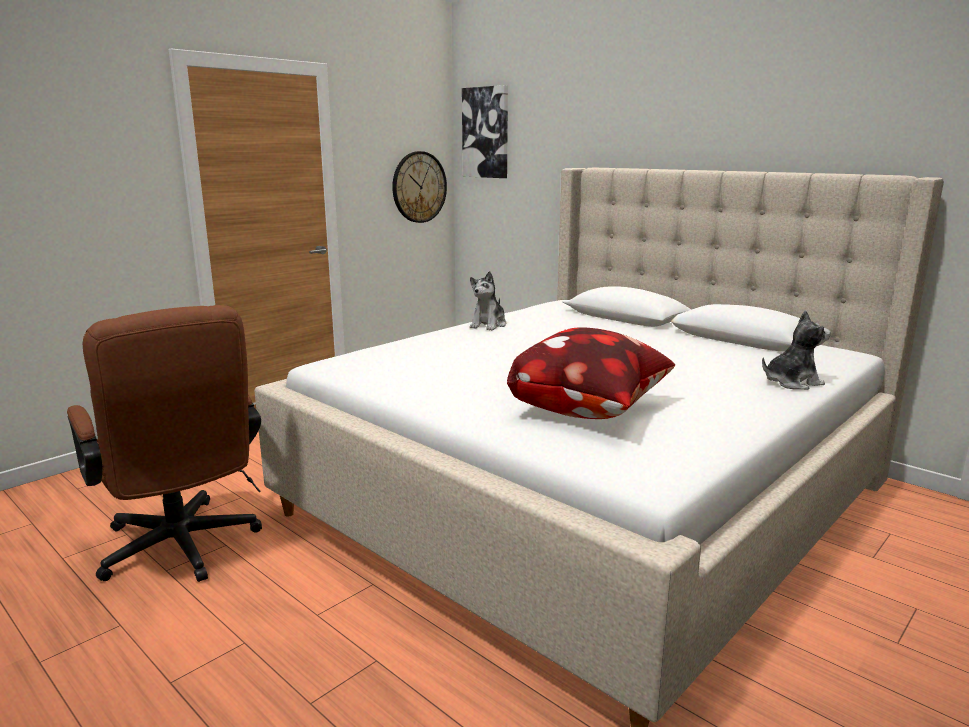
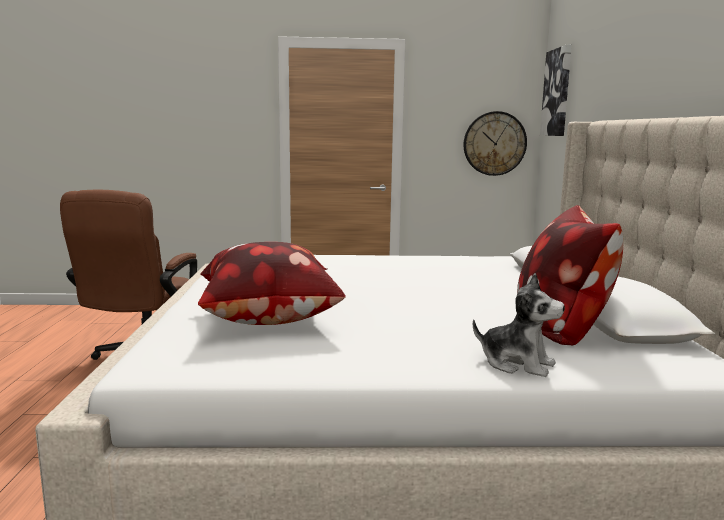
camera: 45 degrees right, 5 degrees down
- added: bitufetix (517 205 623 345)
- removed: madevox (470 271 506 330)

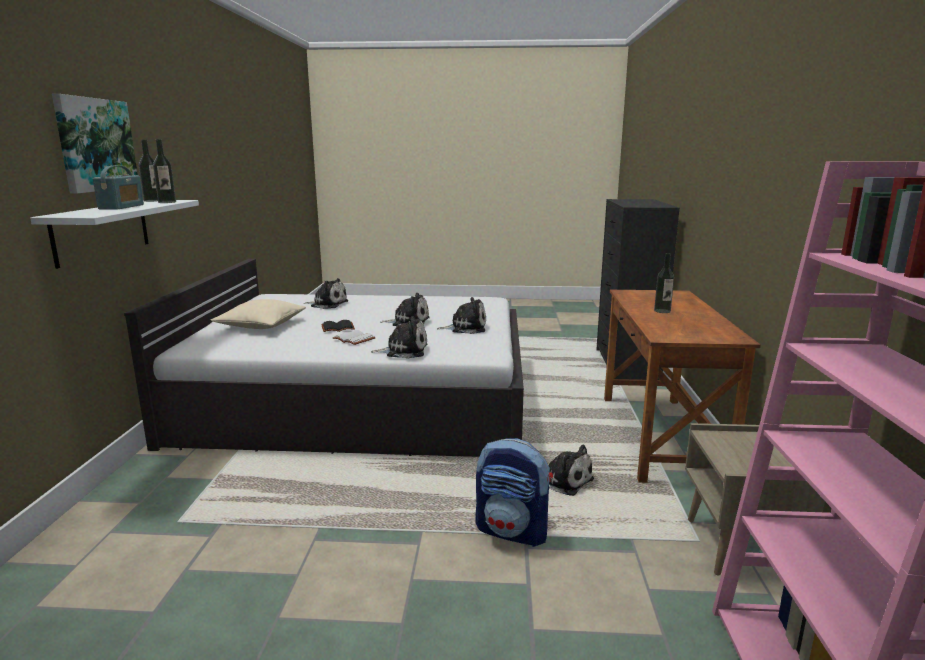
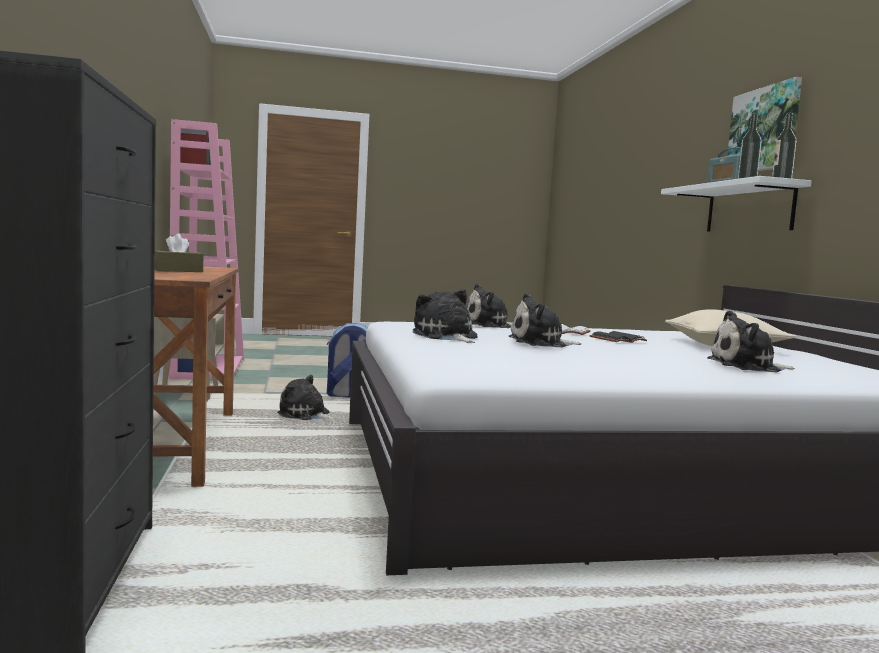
camera: 165 degrees right, 10 degrees down
- replaced: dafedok (654 253 674 313) to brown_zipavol (155 234 203 272)
- turned: madevox (437 297 486 334) = (413 289 478 343) 75 degrees clockwise

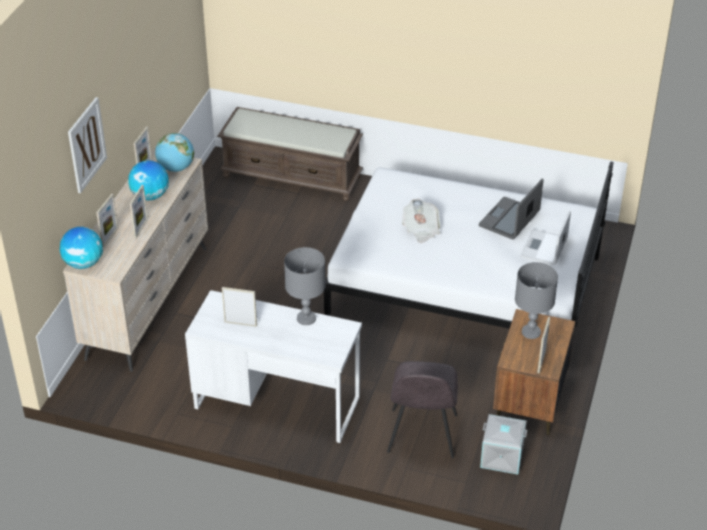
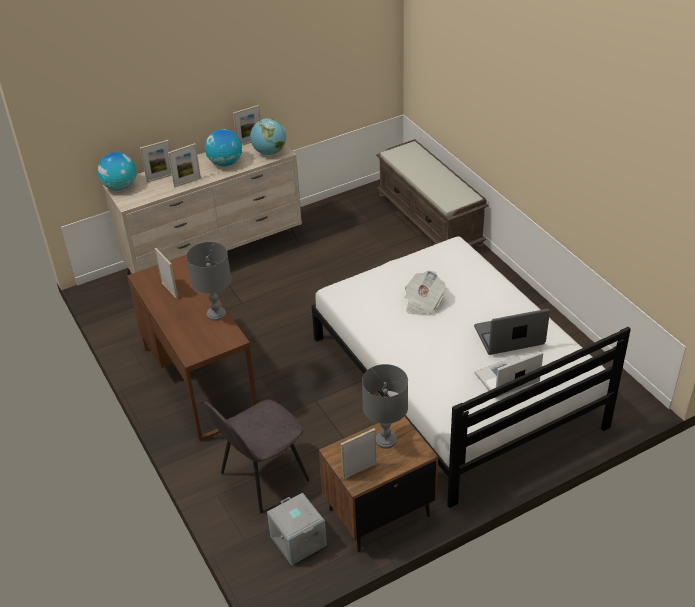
camera: 45 degrees right, 0 degrees up
- recoloured: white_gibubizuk (185 290 362 443) to brown_gibubizuk (127 255 257 441)
- removed: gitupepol (68 97 107 193)

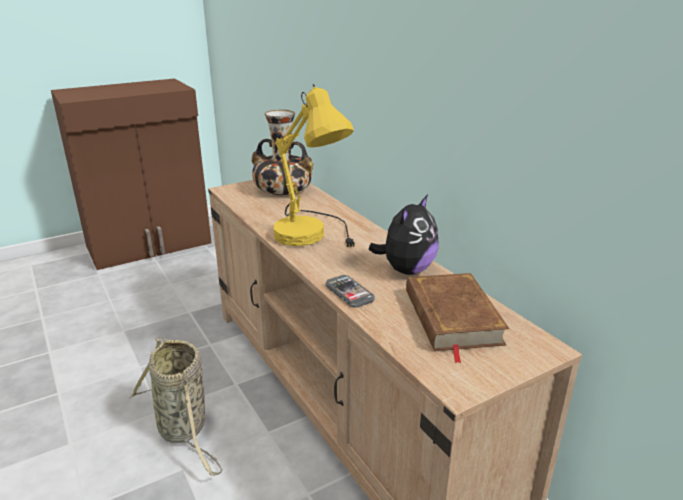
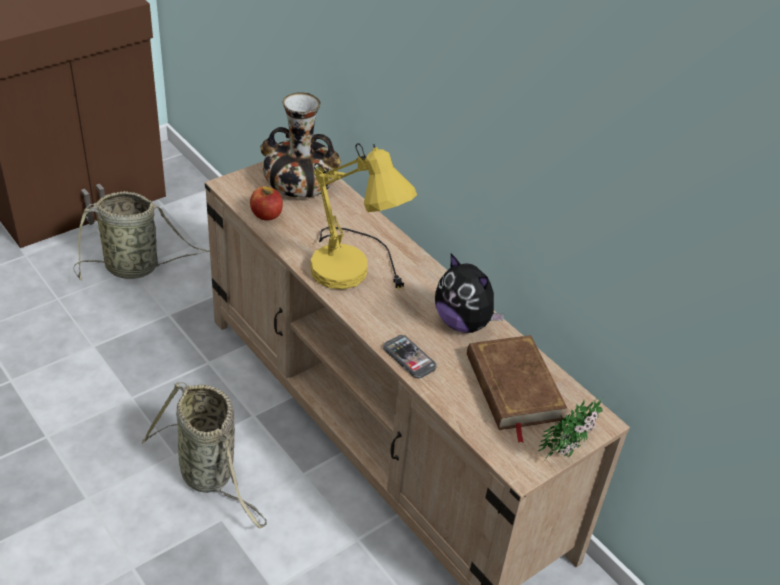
camera: 10 degrees left, 15 degrees up
- added: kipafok (73 191 210 281)
- added: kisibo (250 186 283 221)
- turned: madevox (368 194 439 275) = (435 254 505 333) 105 degrees clockwise
- added: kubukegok (539 397 603 462)

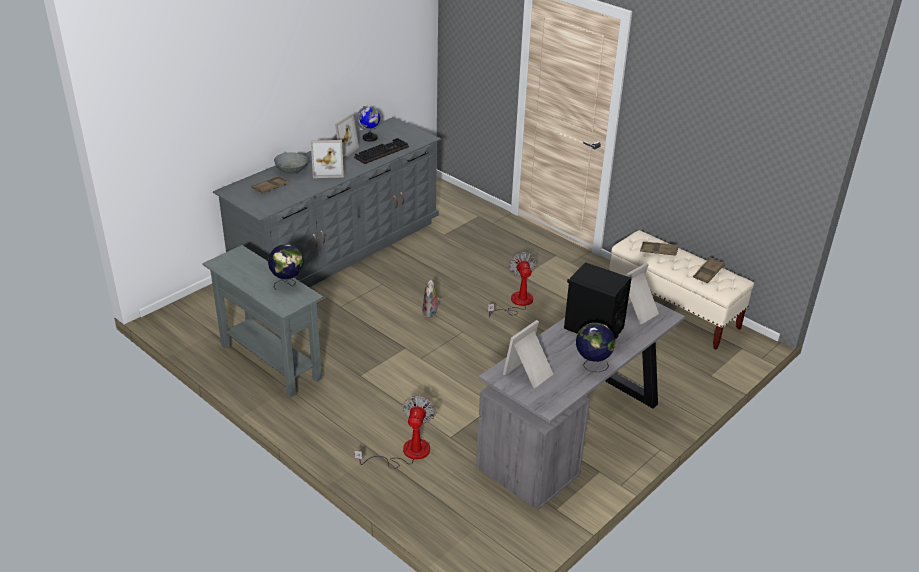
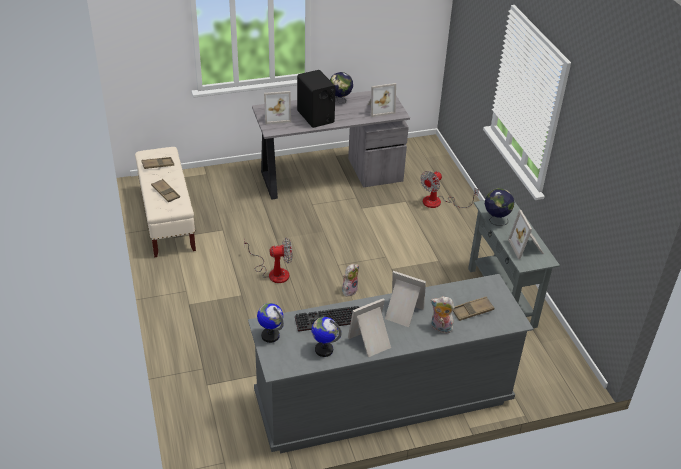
camera: 150 degrees left, 5 degrees up
- turned: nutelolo (488 252 536 318) = (244 238 292 283) 120 degrees counterclockwise
- added: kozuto (257 303 284 343)
- replaced: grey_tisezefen (274 152 308 174) to madevox (431 296 455 333)
- added: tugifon (508 210 544 259)

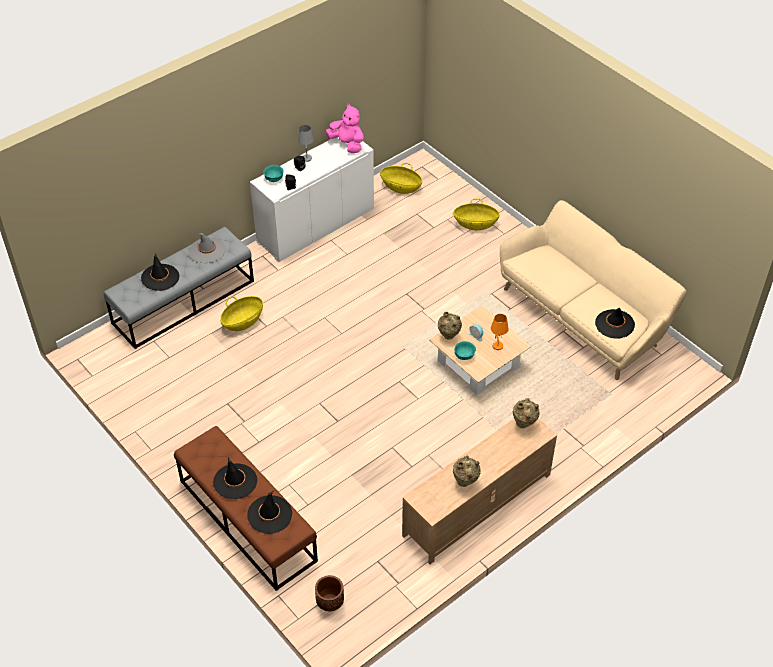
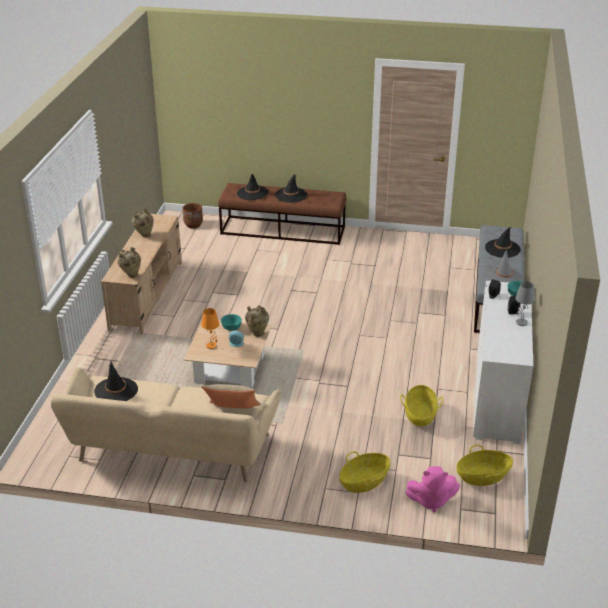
camera: 140 degrees right, 15 degrees down
- added: beige_bitufetix (201 384 261 409)
- moved: kipafok (220 296 263 331) to (400 385 443 426)
- moved: pink_madevox (326 104 364 153) to (405 466 460 512)

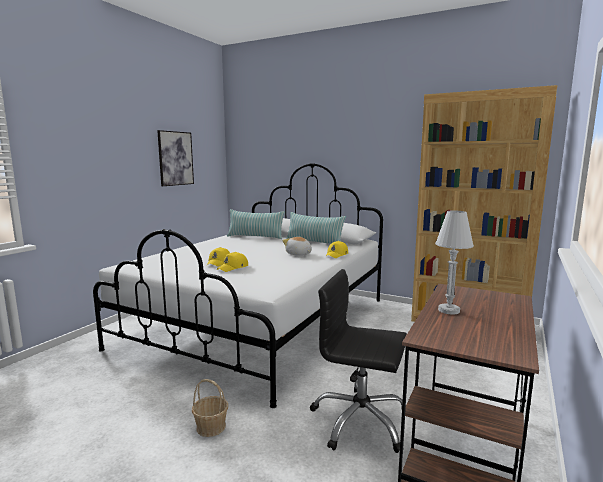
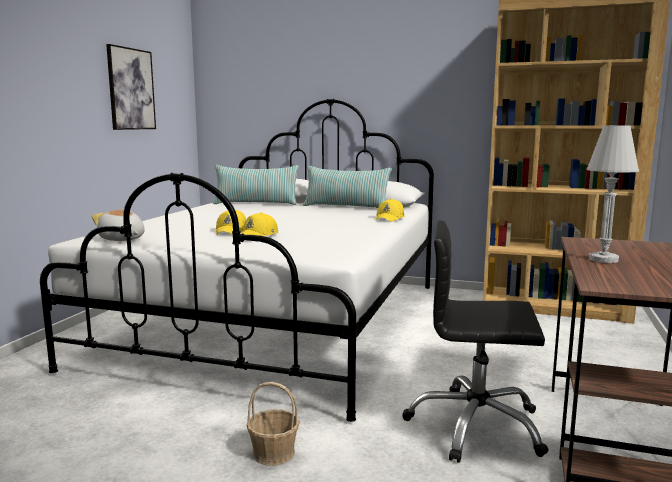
camera: 10 degrees left, 0 degrees up
- moved: madevox (283 237 312 256) to (91 210 145 241)

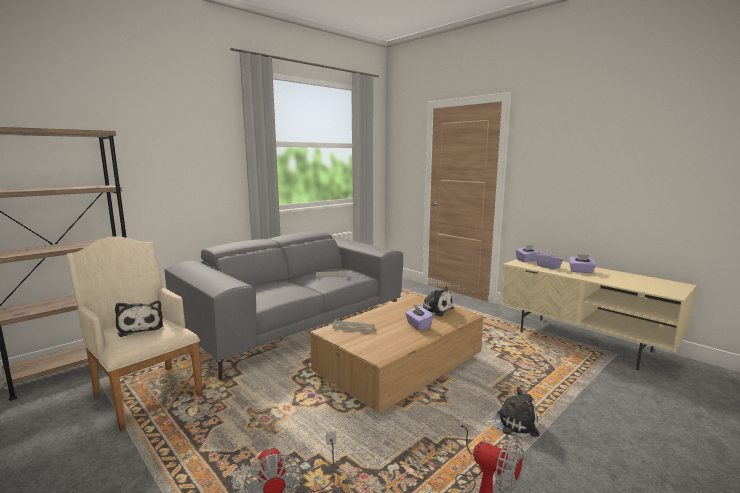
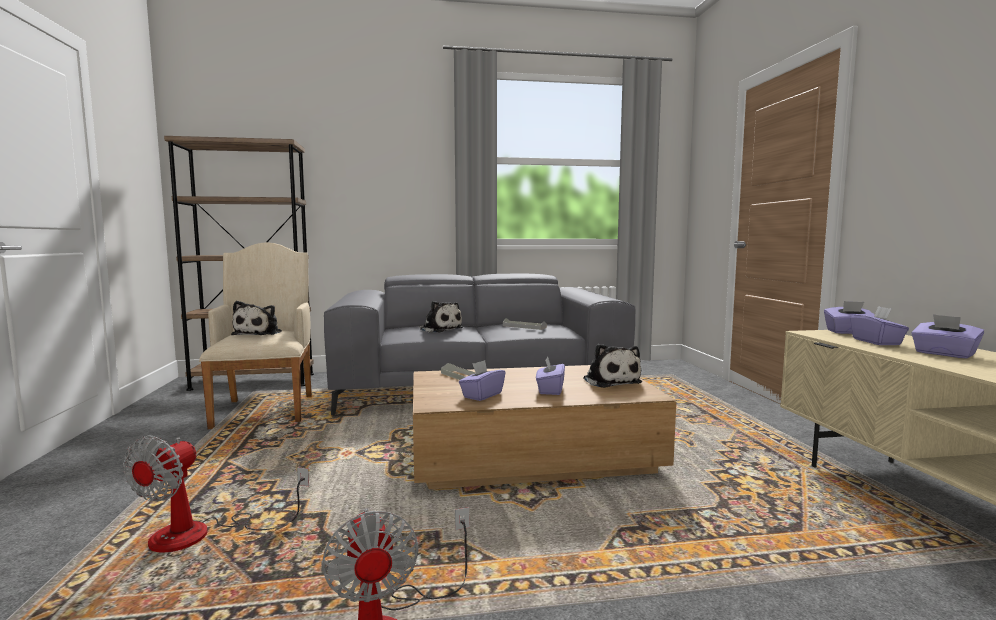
camera: 35 degrees right, 5 degrees down
- moved: madevox (484 387 540 437) to (419 301 463 333)
- added: purple_zipavol (459 360 505 401)

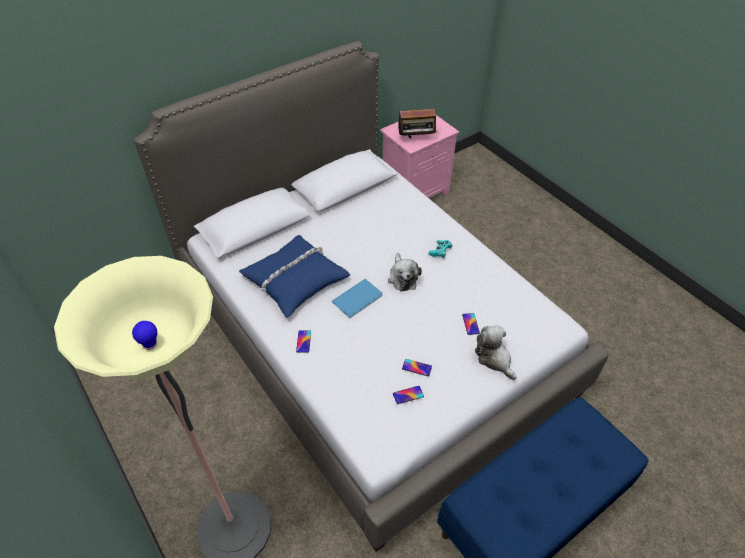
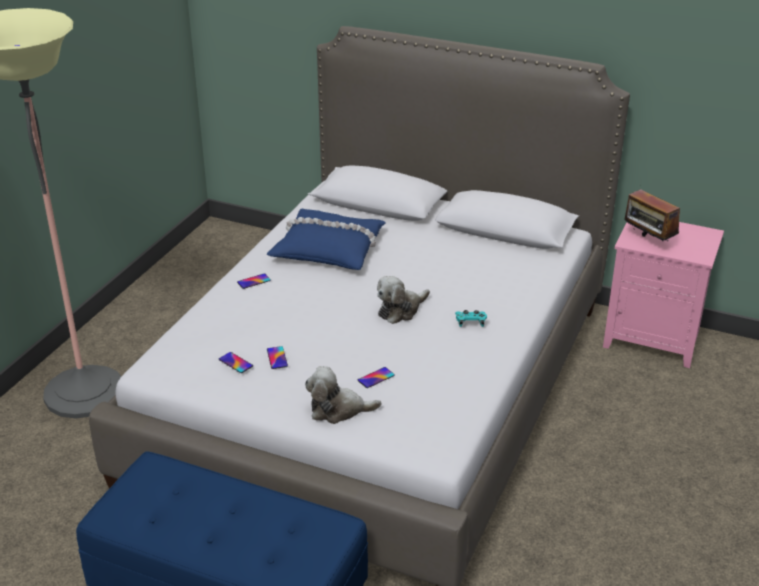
camera: 60 degrees right, 15 degrees down
- turned: madevox (475 325 517 380) = (305 366 381 424) 120 degrees counterclockwise
- removed: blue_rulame (332 279 383 318)

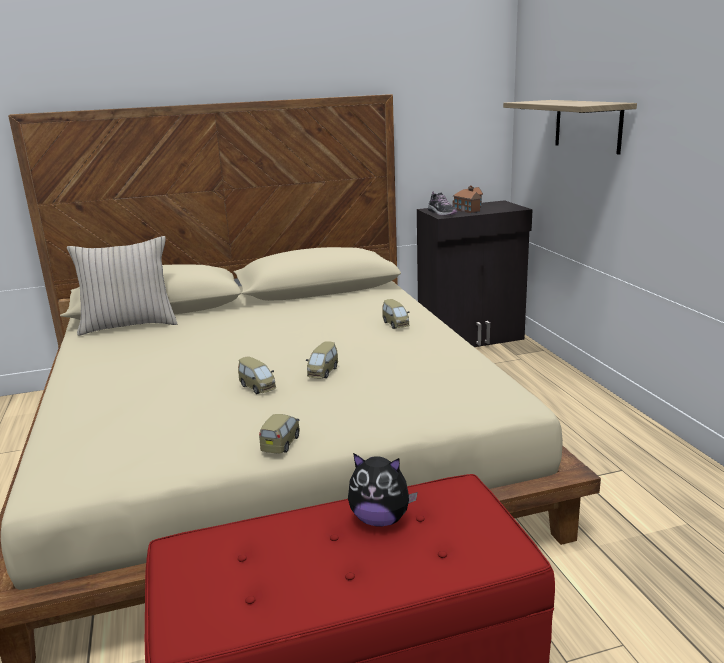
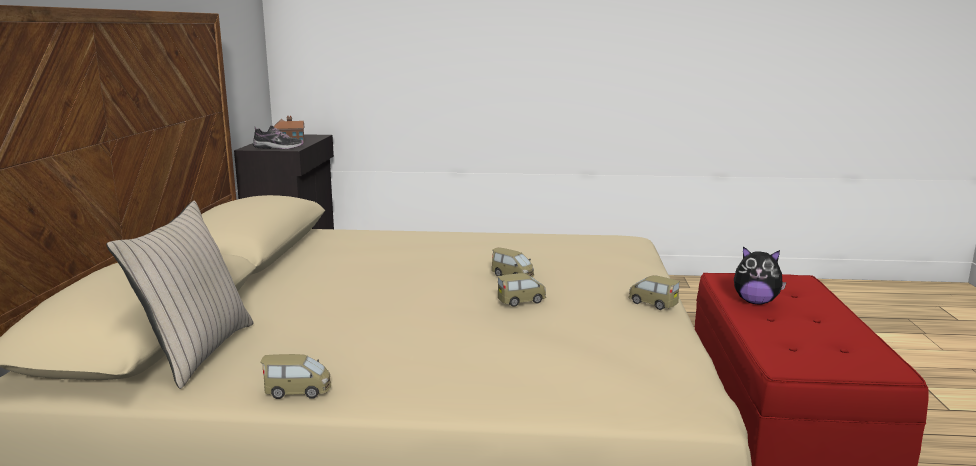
camera: 70 degrees left, 5 degrees down
- moved: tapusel (382 299 410 329) to (260 354 331 399)
- turned: madevox (348 453 418 527) = (734 246 787 305) 75 degrees clockwise
- removed: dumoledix (503 100 637 155)

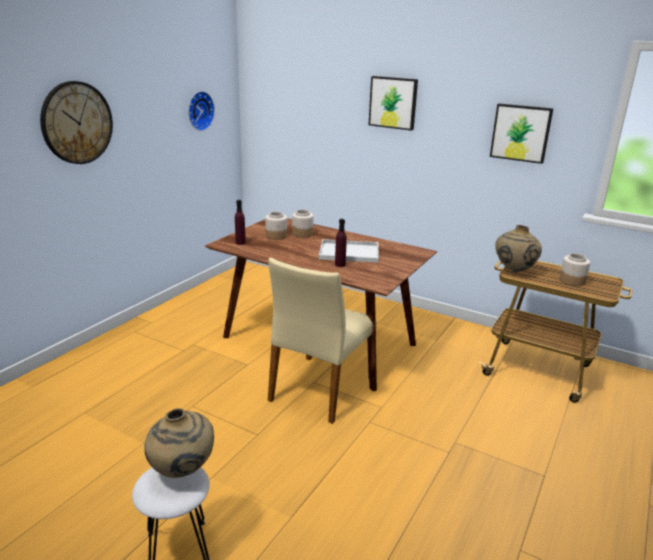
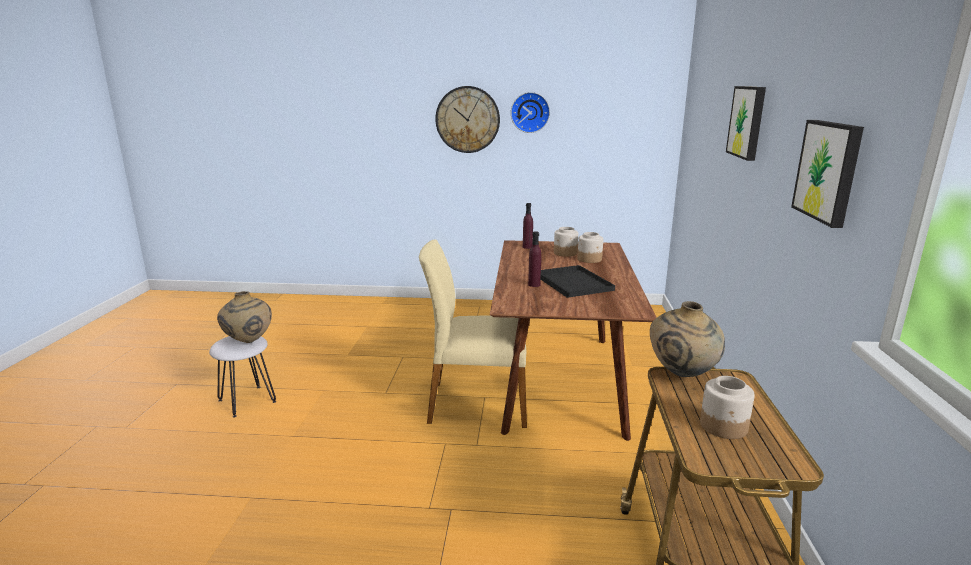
camera: 65 degrees right, 5 degrees down
- moved: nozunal (188 91 215 131) to (511 92 550 133)
- recoloured: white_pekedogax (319 239 379 263) to black_pekedogax (541 265 615 298)

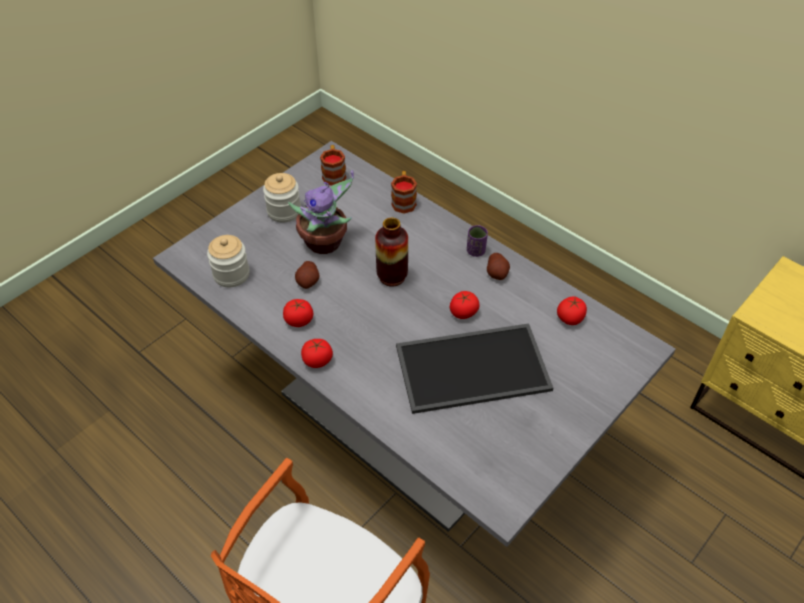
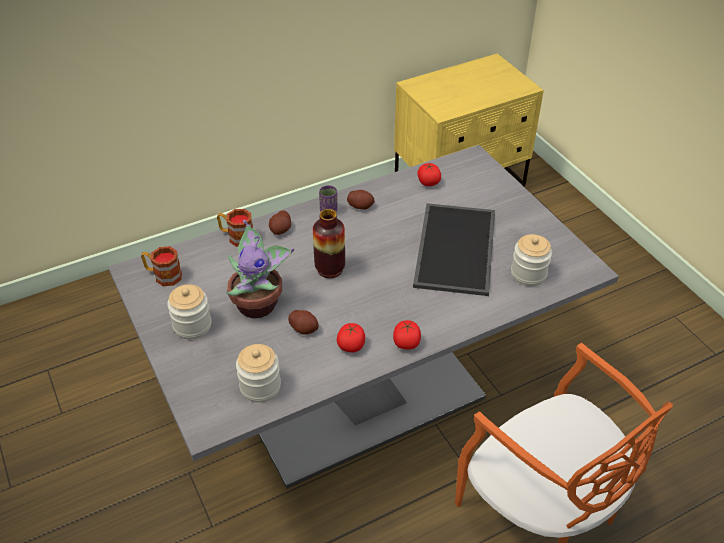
camera: 70 degrees left, 5 degrees down
- added: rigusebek (269 211 291 235)
- added: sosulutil (511 234 552 286)
- removed: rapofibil (450 291 480 319)

